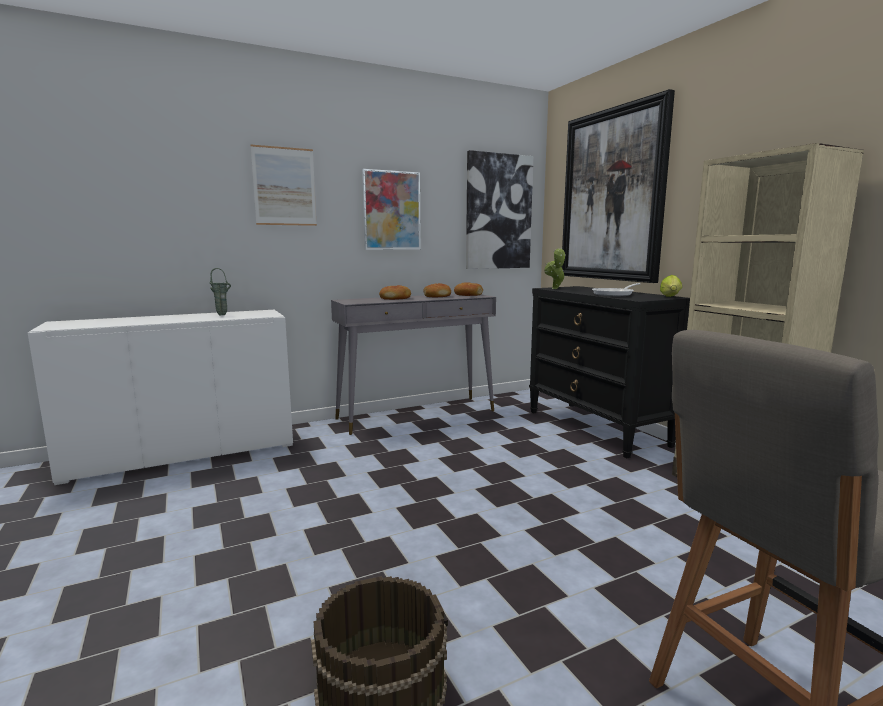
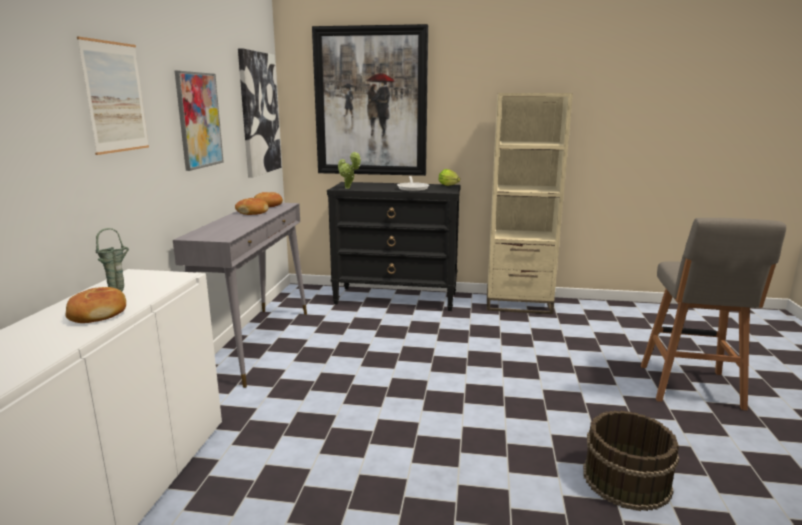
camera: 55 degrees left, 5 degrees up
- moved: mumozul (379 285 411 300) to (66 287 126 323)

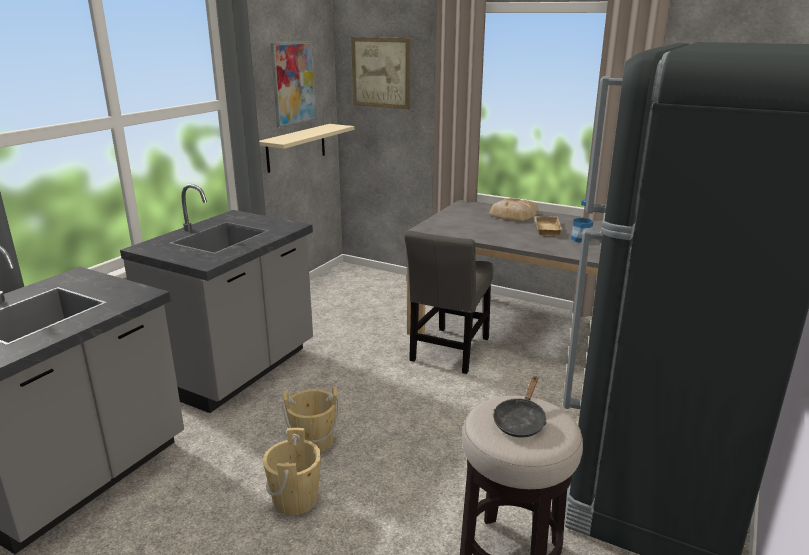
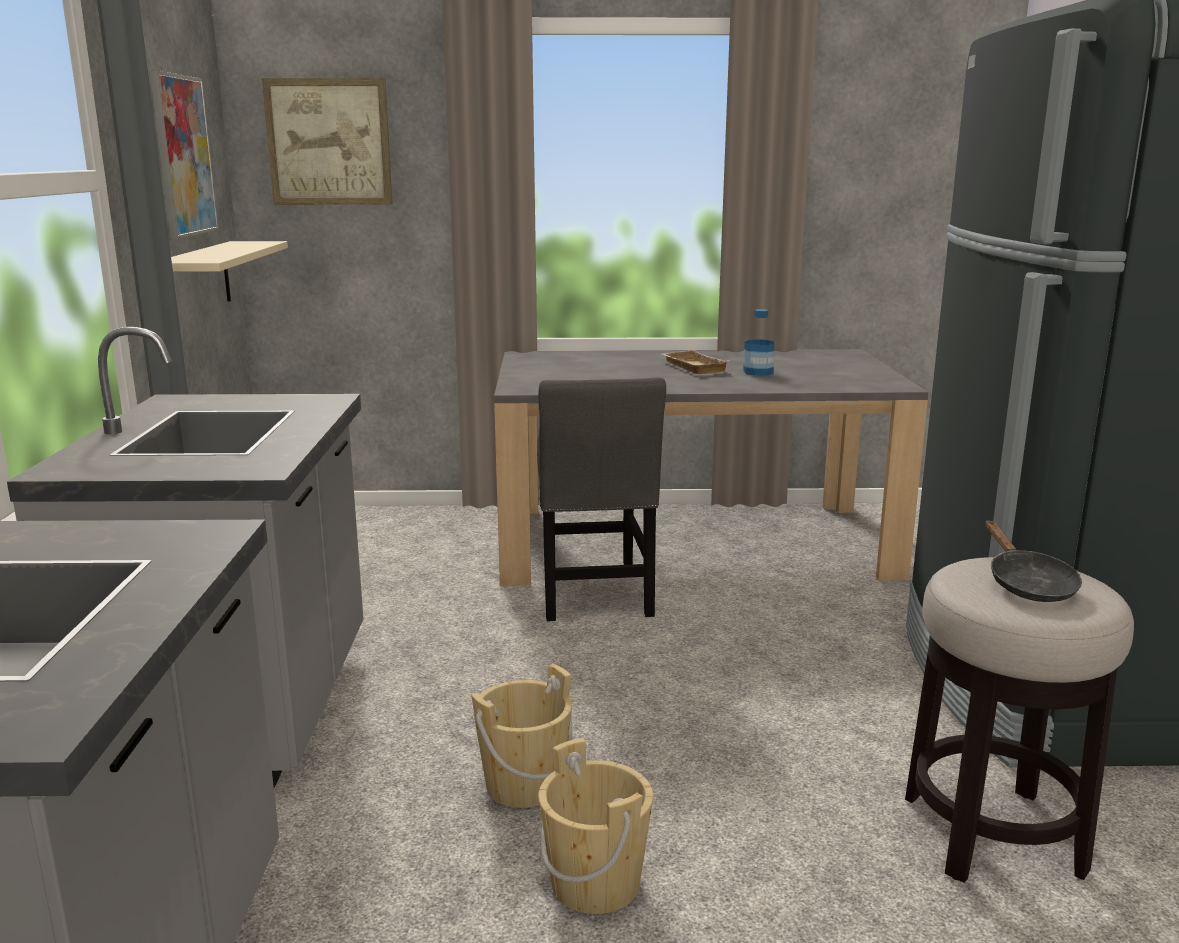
camera: 30 degrees left, 5 degrees down
- removed: mumozul (490 198 539 221)

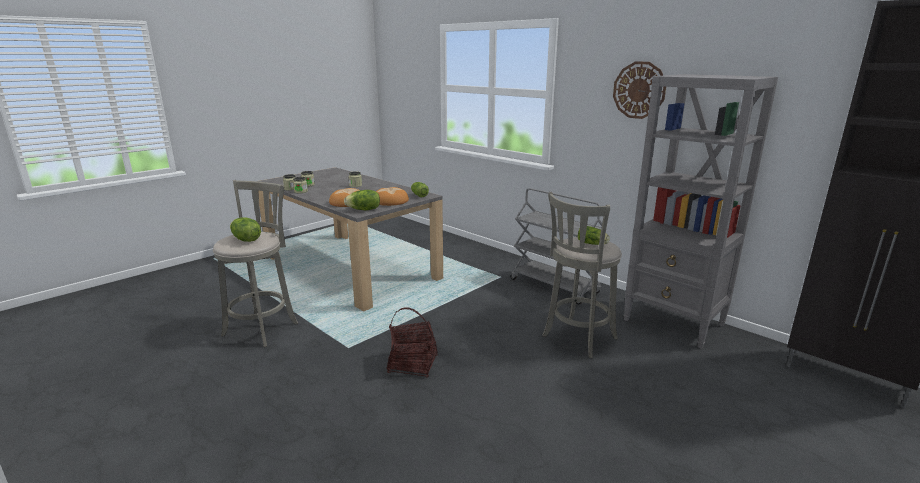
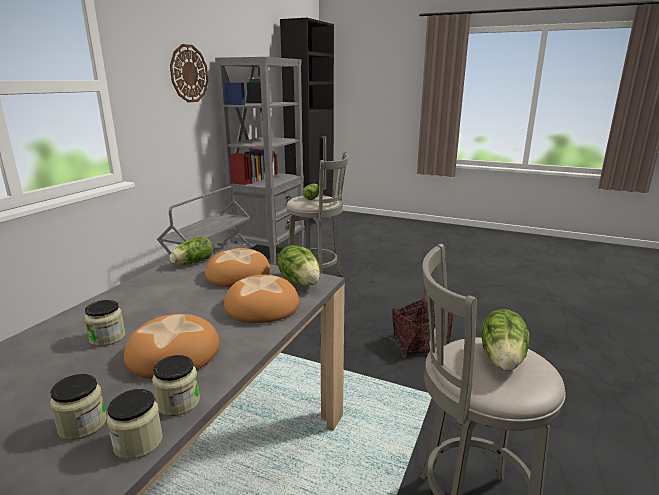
camera: 110 degrees left, 0 degrees up
- added: mumozul (124 314 220 379)

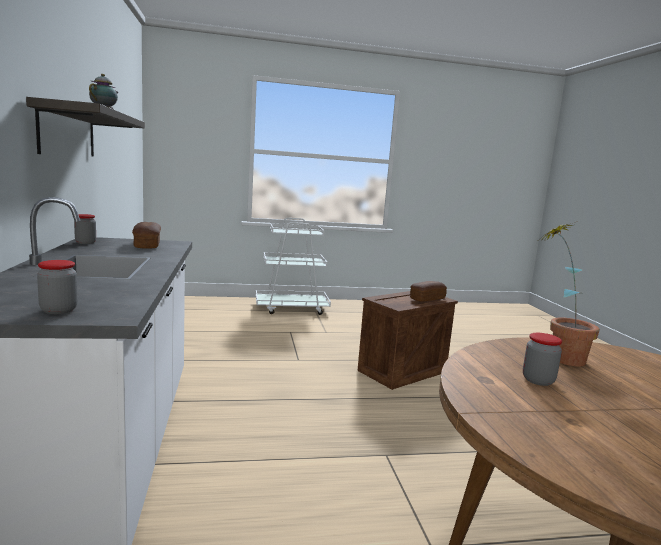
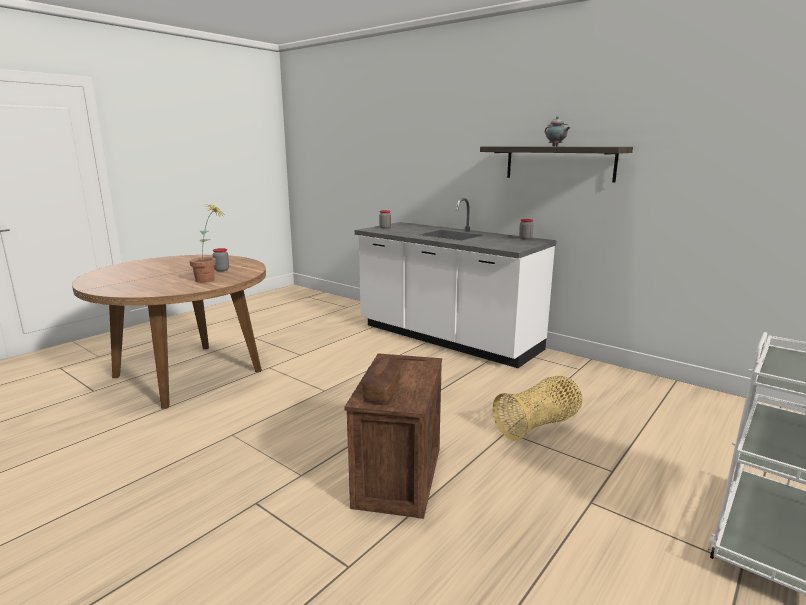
camera: 140 degrees right, 5 degrees up
- added: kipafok (492 375 582 441)
- removed: mumozul (132 222 161 249)

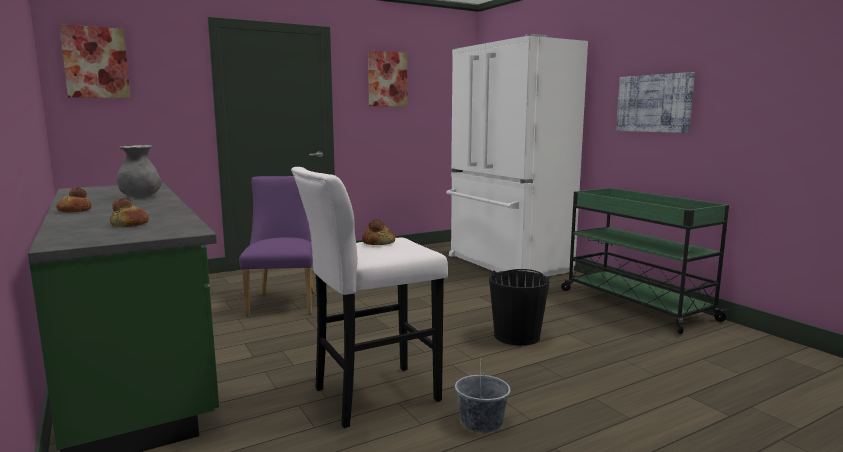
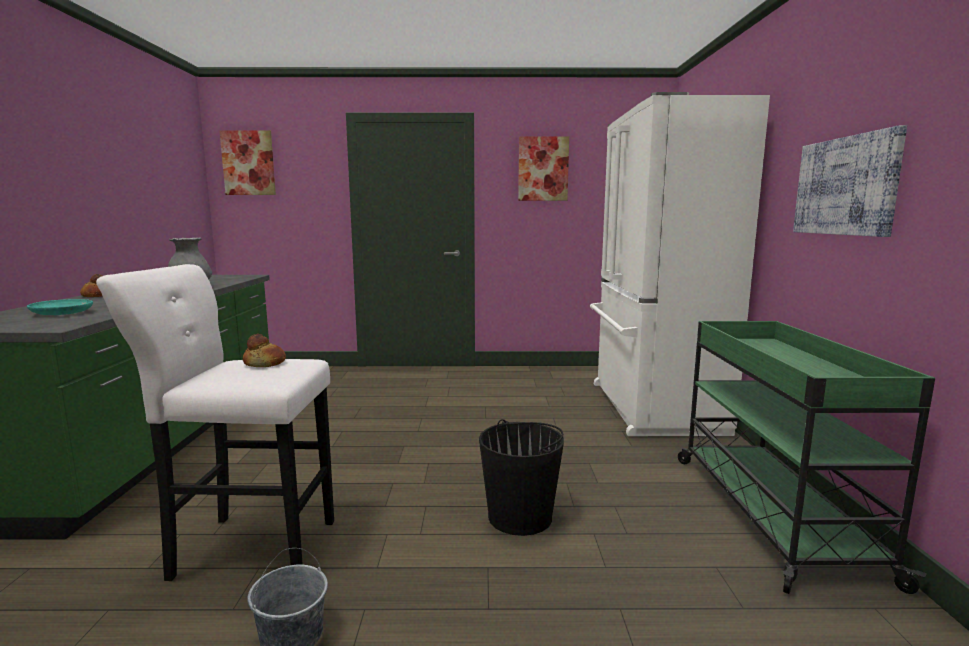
camera: 30 degrees right, 0 degrees up
- replaced: mumozul (110 198 149 227) to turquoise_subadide (27 299 93 315)
- removed: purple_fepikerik (239 176 316 316)

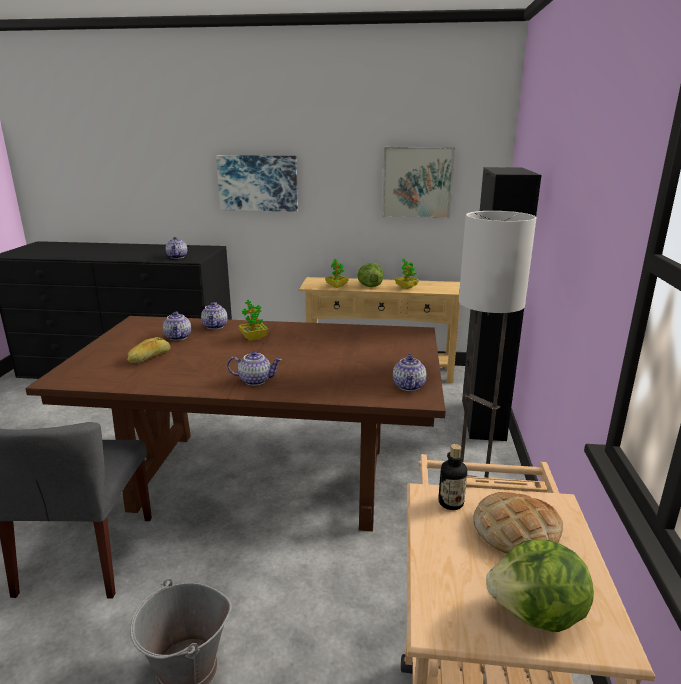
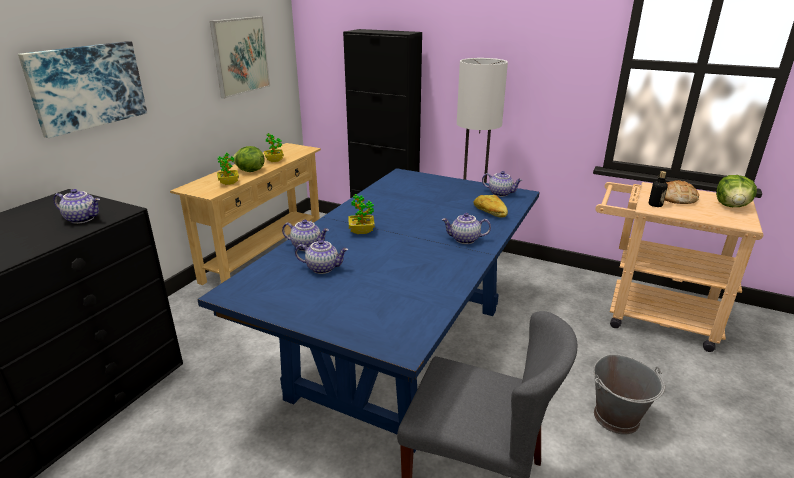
camera: 70 degrees left, 5 degrees up
- recoloured: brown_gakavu (25 316 445 531) to blue_gakavu (197 168 540 453)
- turned: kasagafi (227 351 282 386) = (441 213 491 244) 105 degrees counterclockwise
- moved: mumozul (127 337 171 363) to (474 195 508 217)

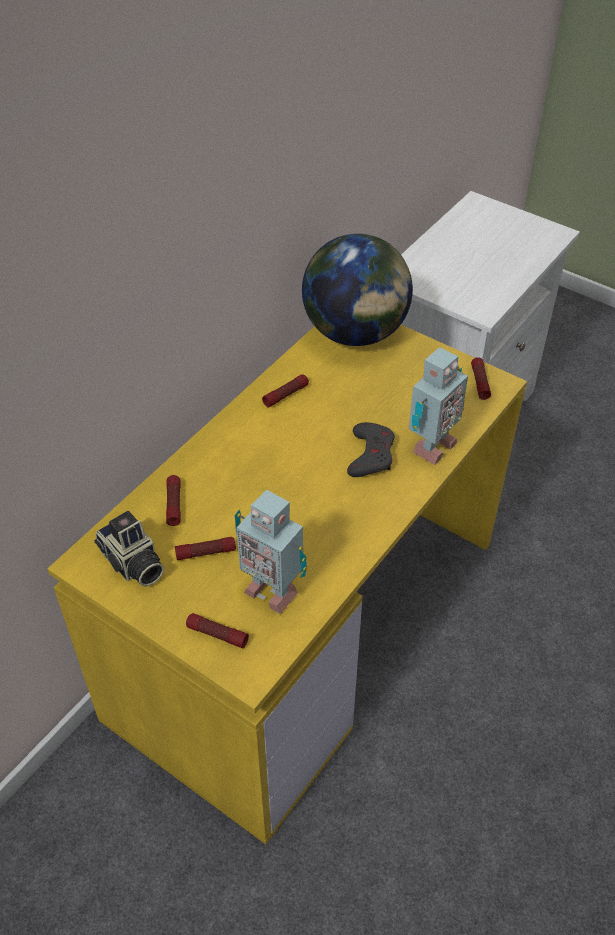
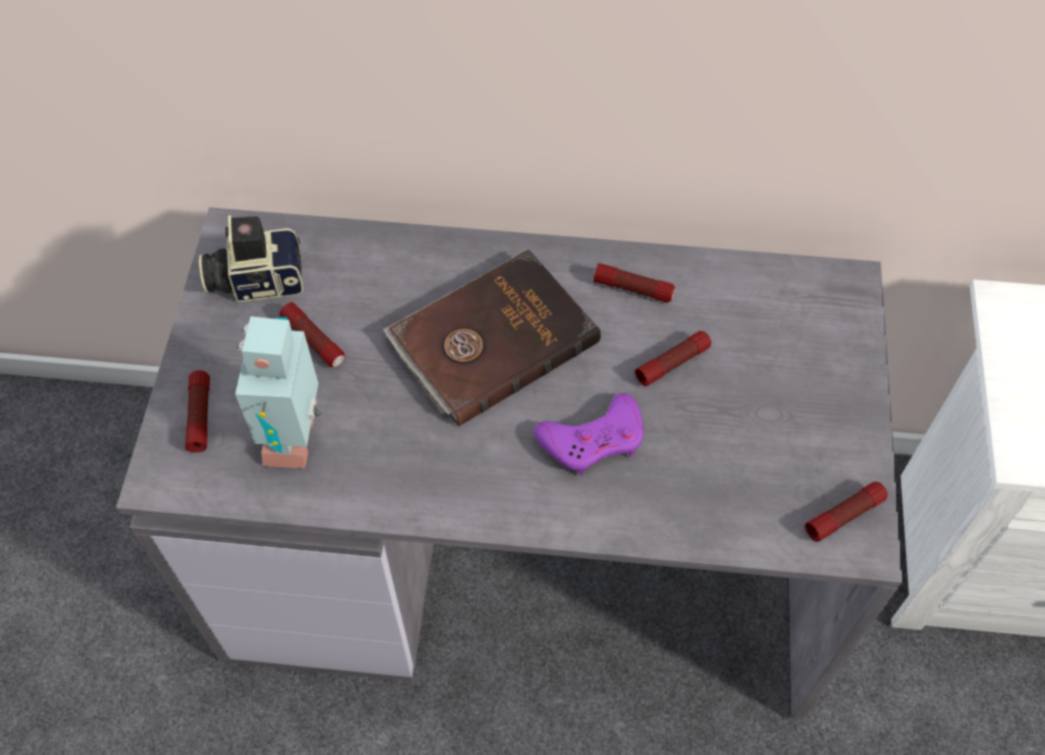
camera: 60 degrees right, 10 degrees up
- recoloured: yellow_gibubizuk (47 325 527 844) to grey_gibubizuk (116 207 903 720)
- turned: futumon (94 511 164 587) = (199 215 304 303) 60 degrees clockwise
- added: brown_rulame (383 250 601 427)
- recoloured: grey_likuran (347 422 395 477) to purple_likuran (534 393 643 476)
- moved: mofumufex (166 475 180 526) to (635 331 711 386)
- removed: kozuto (302 234 413 346)
- removed: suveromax (409 347 468 465)

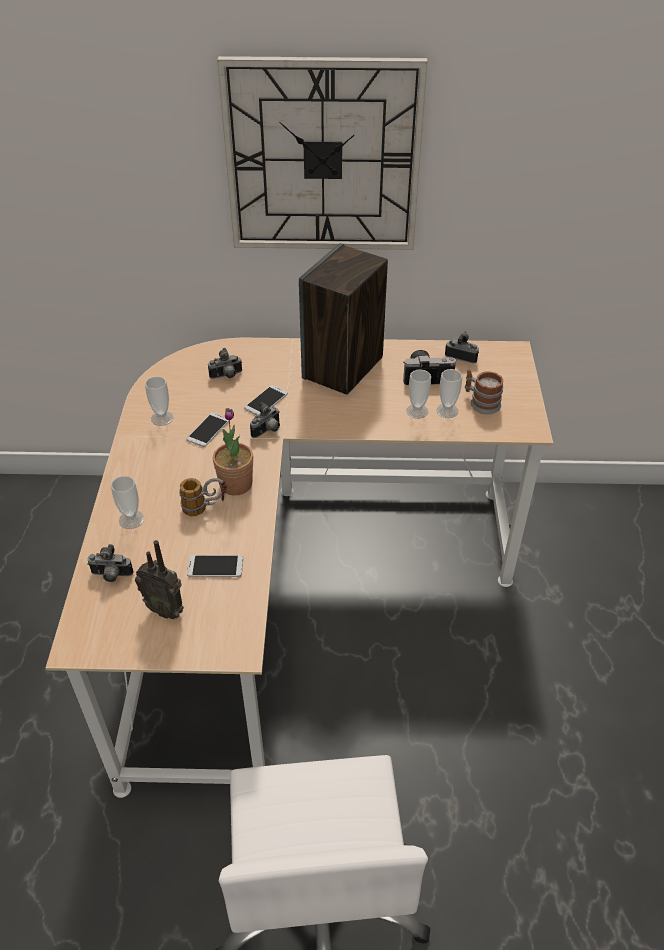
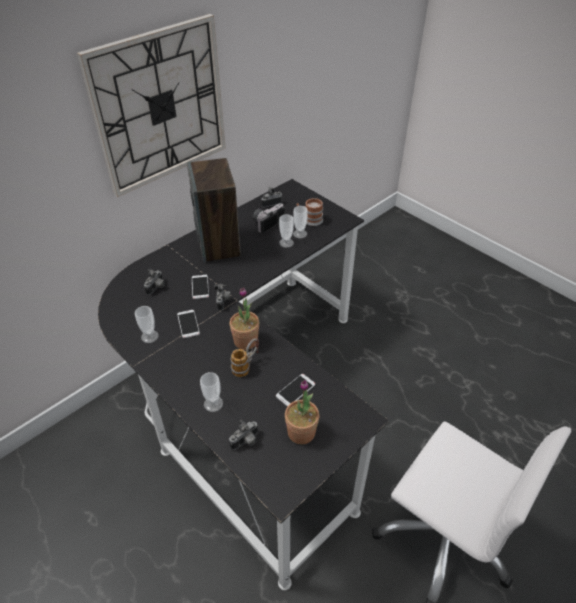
camera: 45 degrees left, 0 degrees up
- recoloured: beige_gibubizuk (46 338 553 798) to black_gibubizuk (98 179 389 590)
- replaced: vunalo (135 540 184 619) to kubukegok (285 380 319 444)

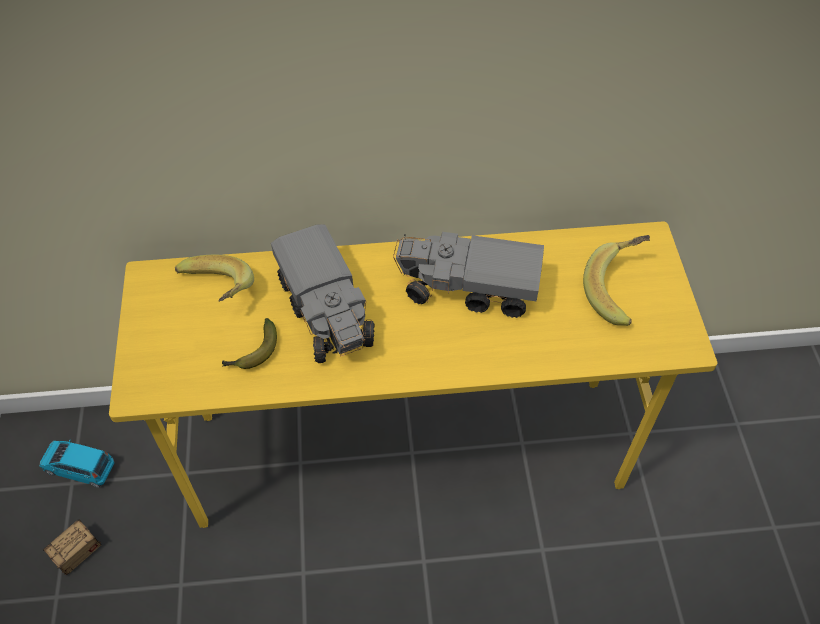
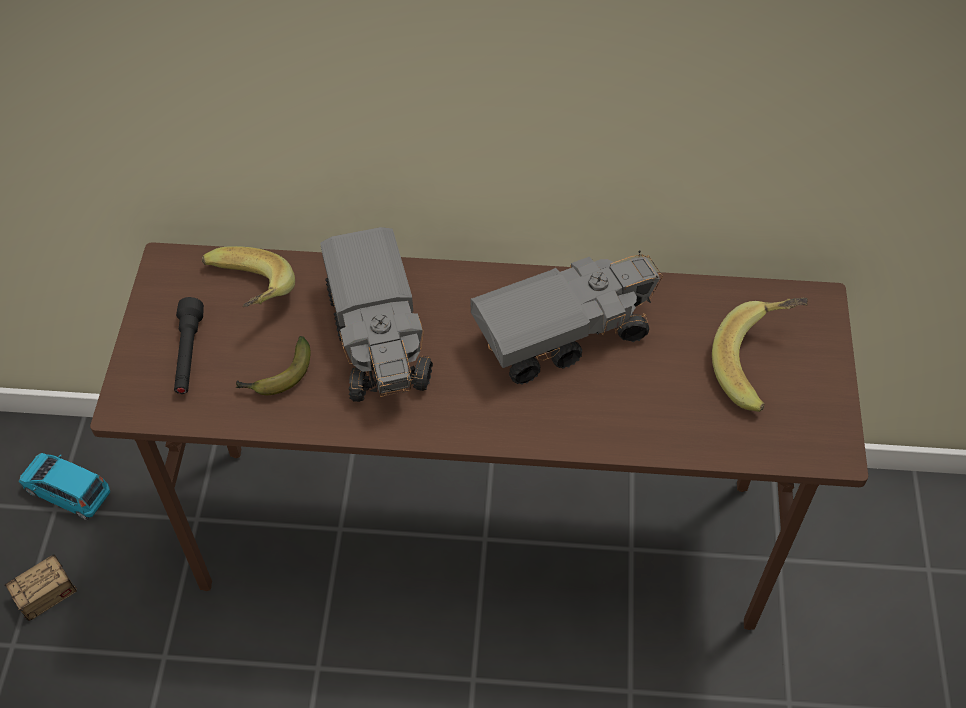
camera: 10 degrees right, 0 degrees up
- recoloured: yellow_gibubizuk (109 221 717 528) to brown_gibubizuk (90 242 868 630)
- added: black_mofumufex (174 297 204 394)
- turned: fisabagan (393 232 544 318) = (470 251 663 385) 135 degrees clockwise

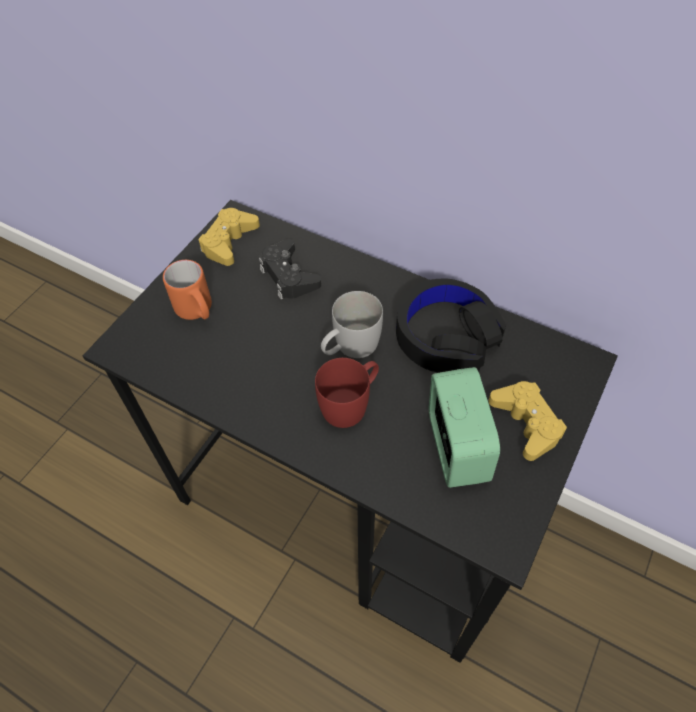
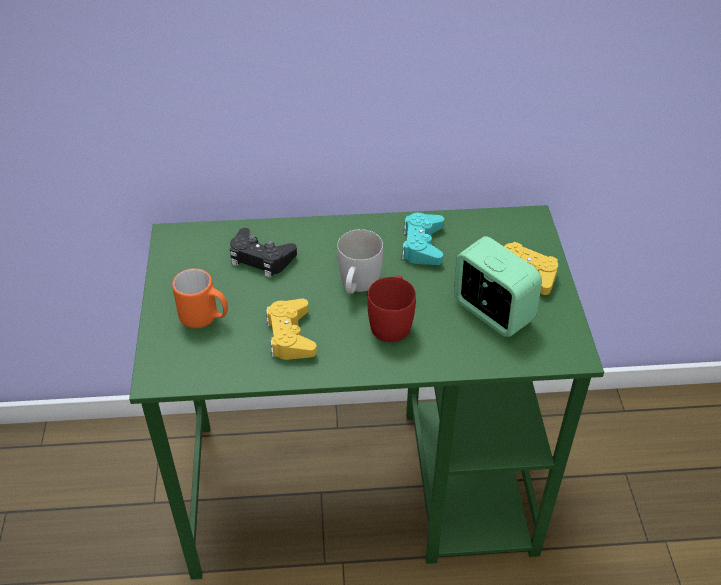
camera: 35 degrees left, 10 degrees down
- recoloured: black_gibubizuk (83 200 618 663) to green_gibubizuk (129 205 604 580)
- moved: yellow_likuran (198 208 260 266) to (266 299 317 360)
- replaced: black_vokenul (396 278 506 373) to turquoise_likuran (401 213 444 265)

